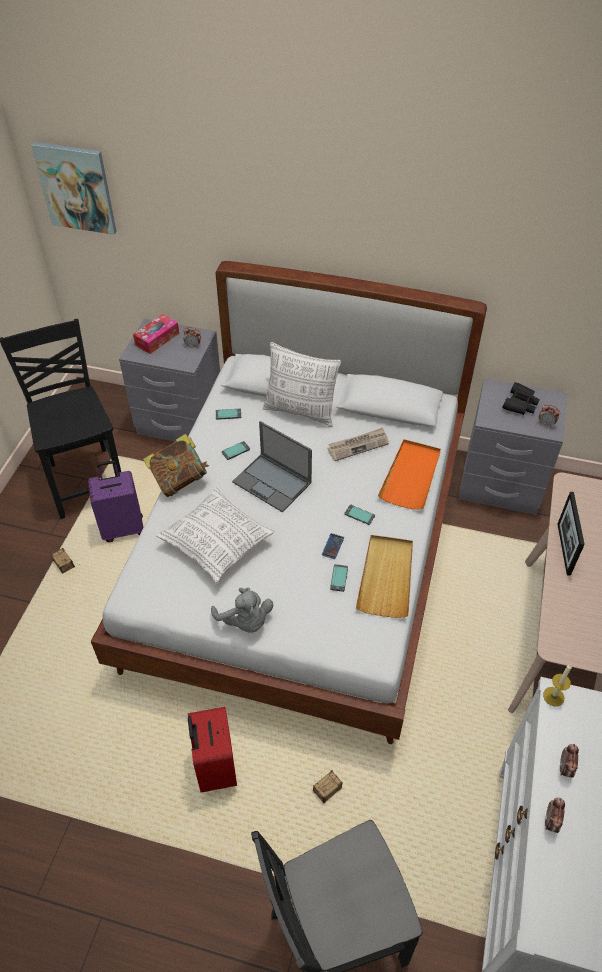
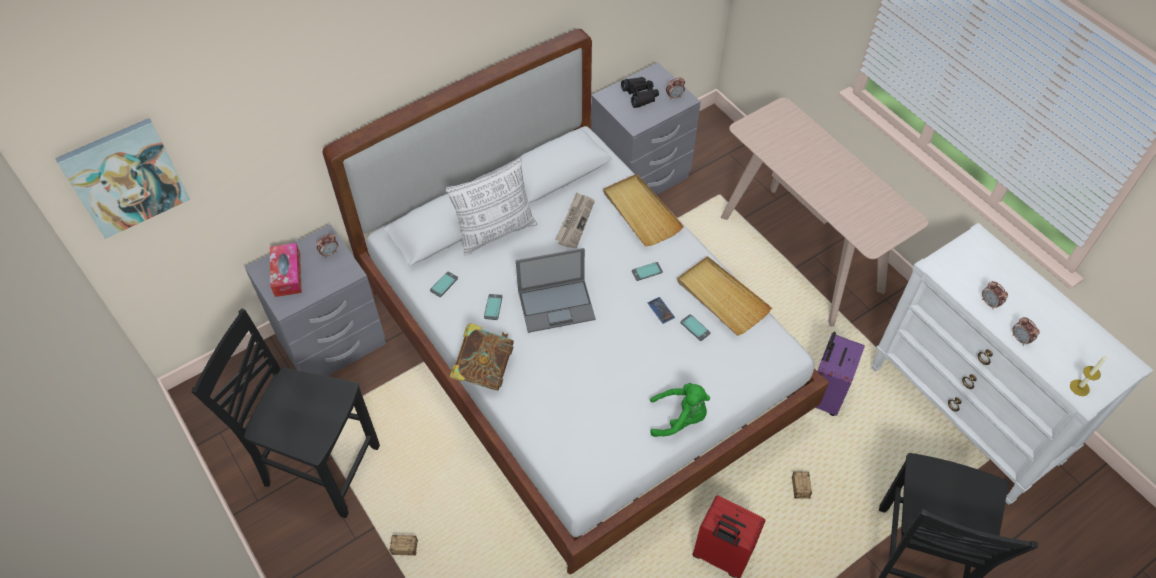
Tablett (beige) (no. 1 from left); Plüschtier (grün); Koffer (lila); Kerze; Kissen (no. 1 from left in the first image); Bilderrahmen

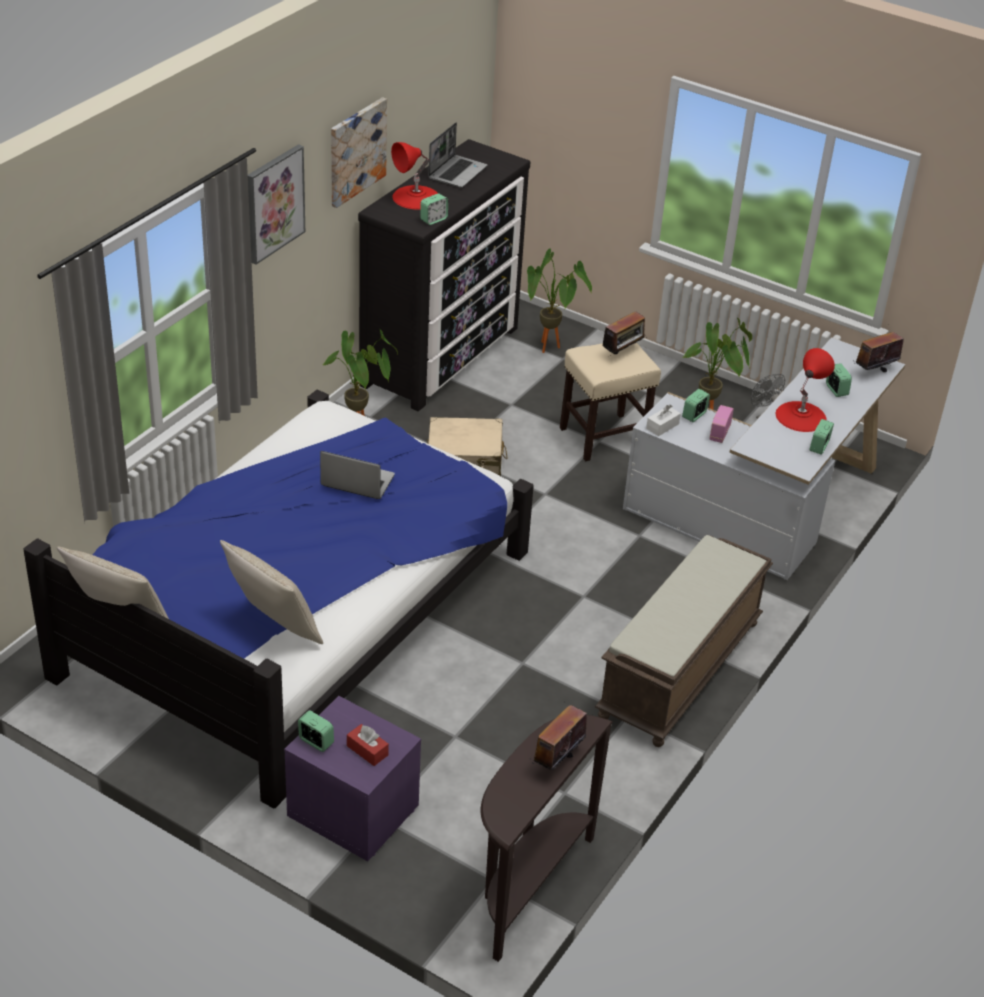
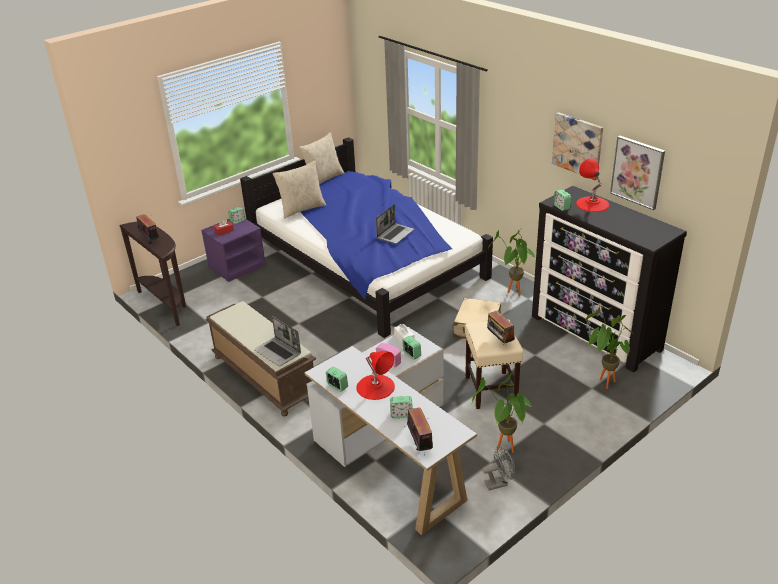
Laptop (no. 1 from left); Bild (no. 2 from left)

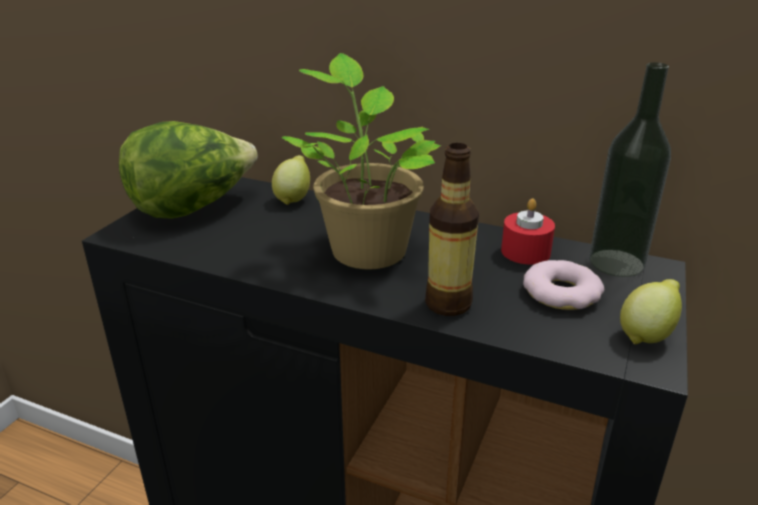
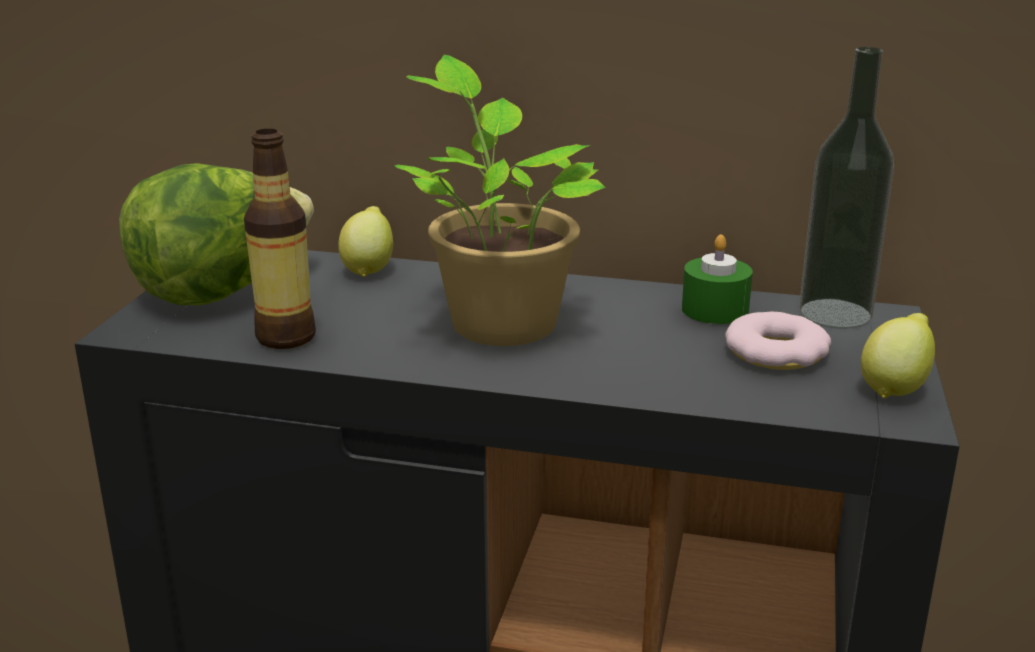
Flasche (no. 1 from left); Kerze (grün)

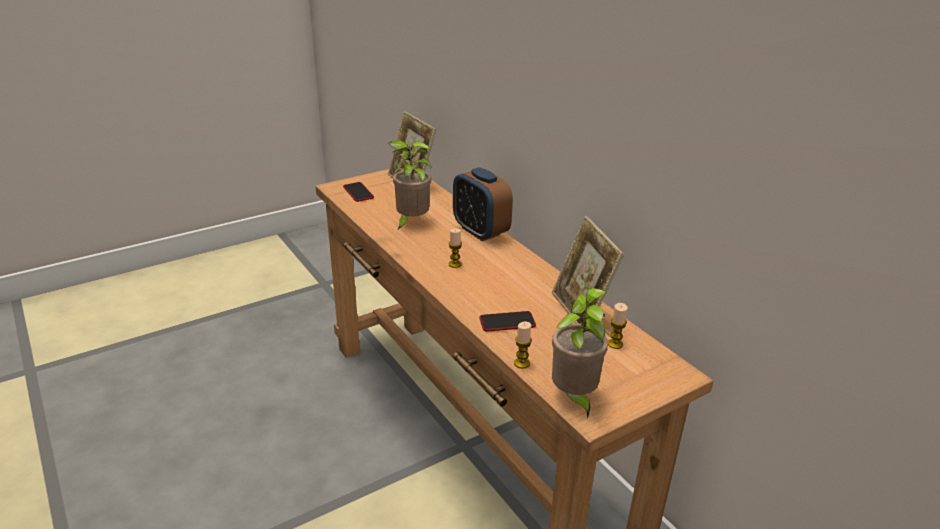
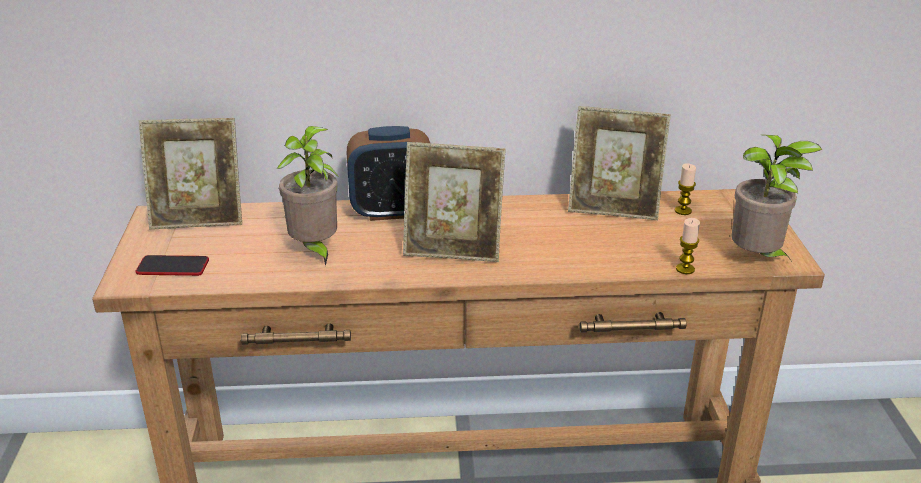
Bilderrahmen (no. 2 from left); Handy (no. 2 from left in the first image)

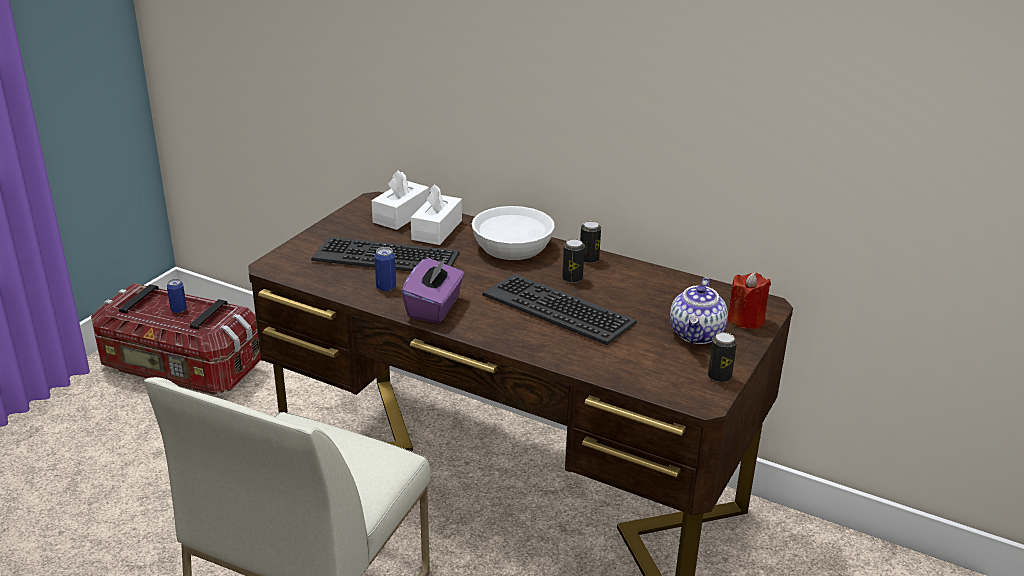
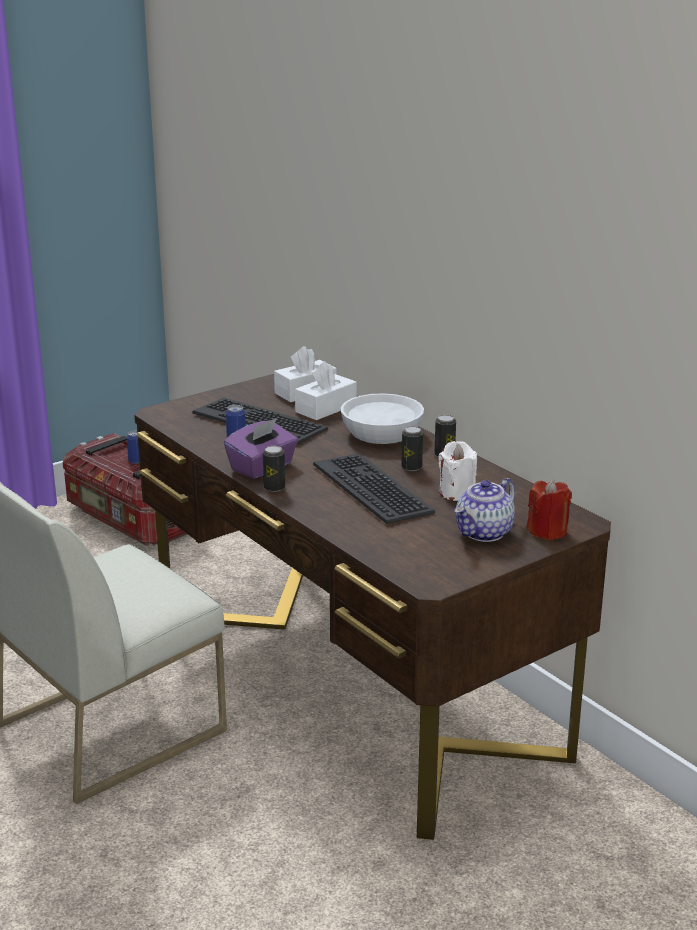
Dose (no. 3 from left); Kerze (weiß)

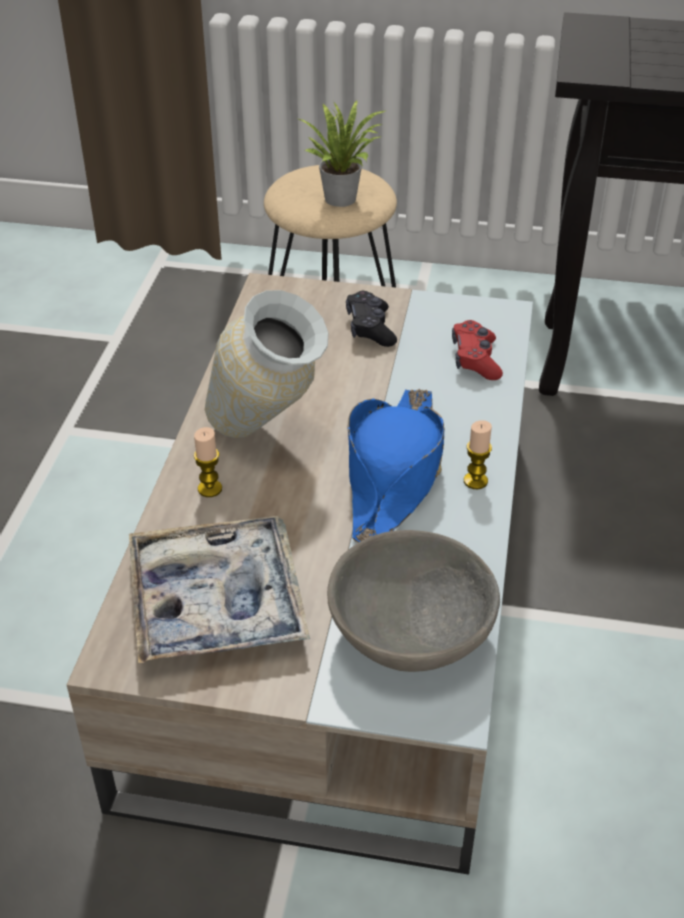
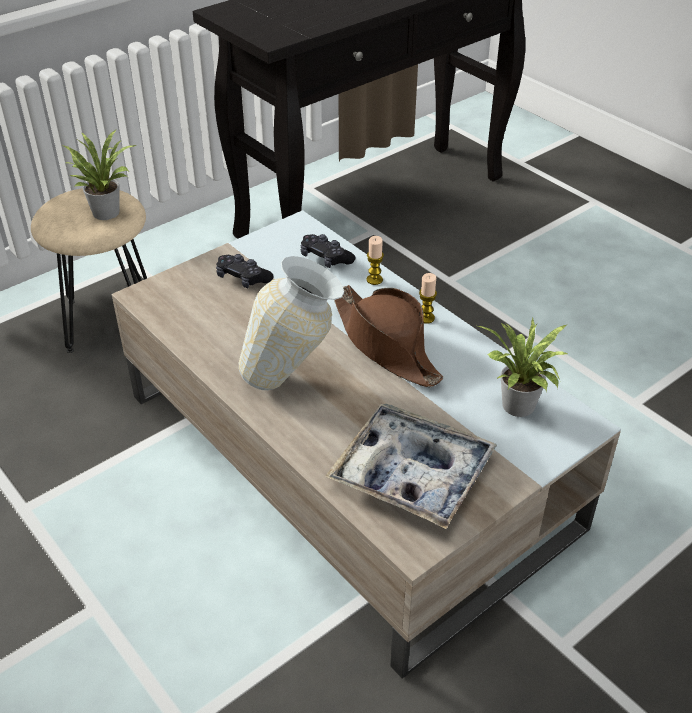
Gamepad (schwarz) (no. 2 from left); Hut (braun); Kerze (no. 1 from left); Topfpflanze (no. 2 from left)

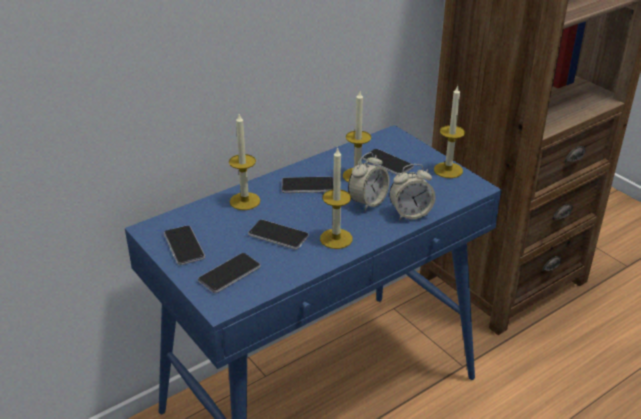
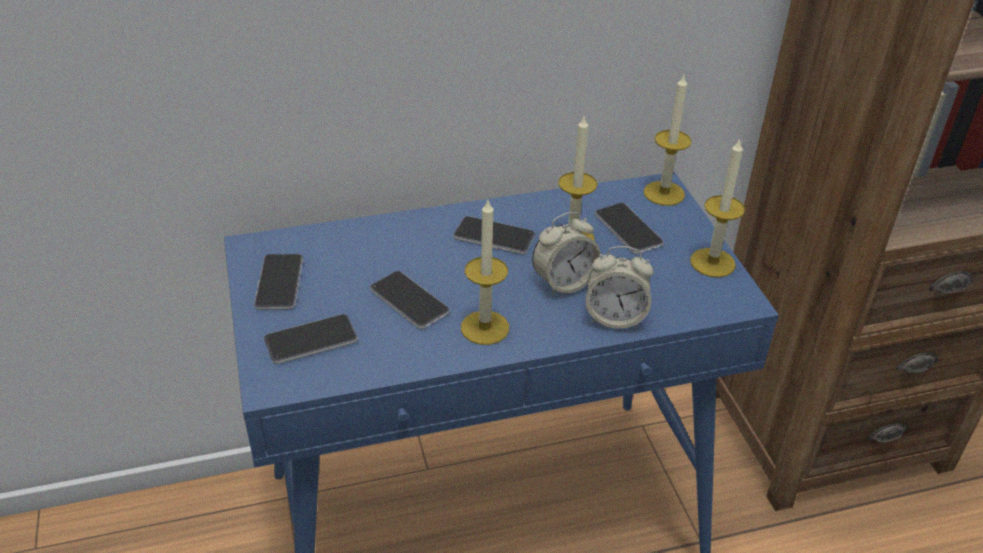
Kerze (no. 3 from left)

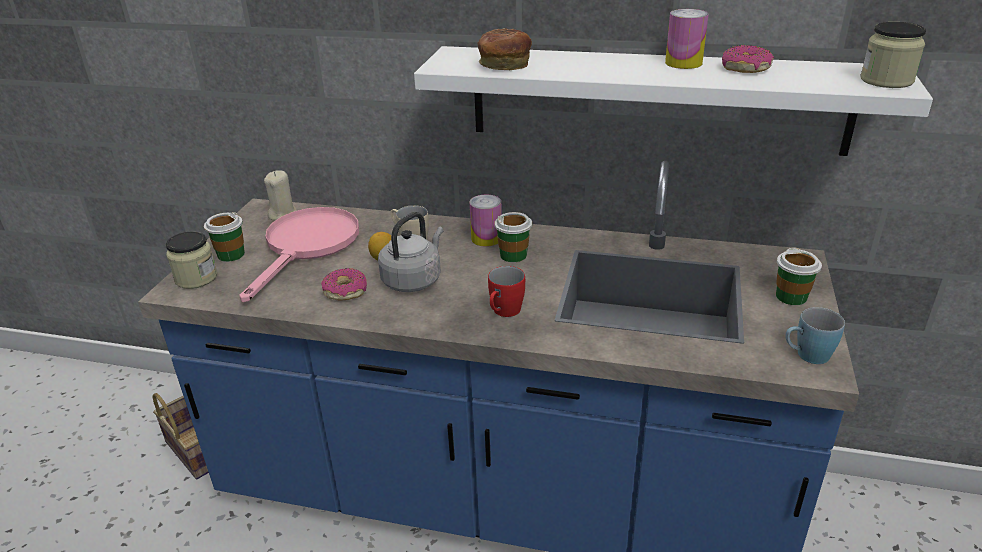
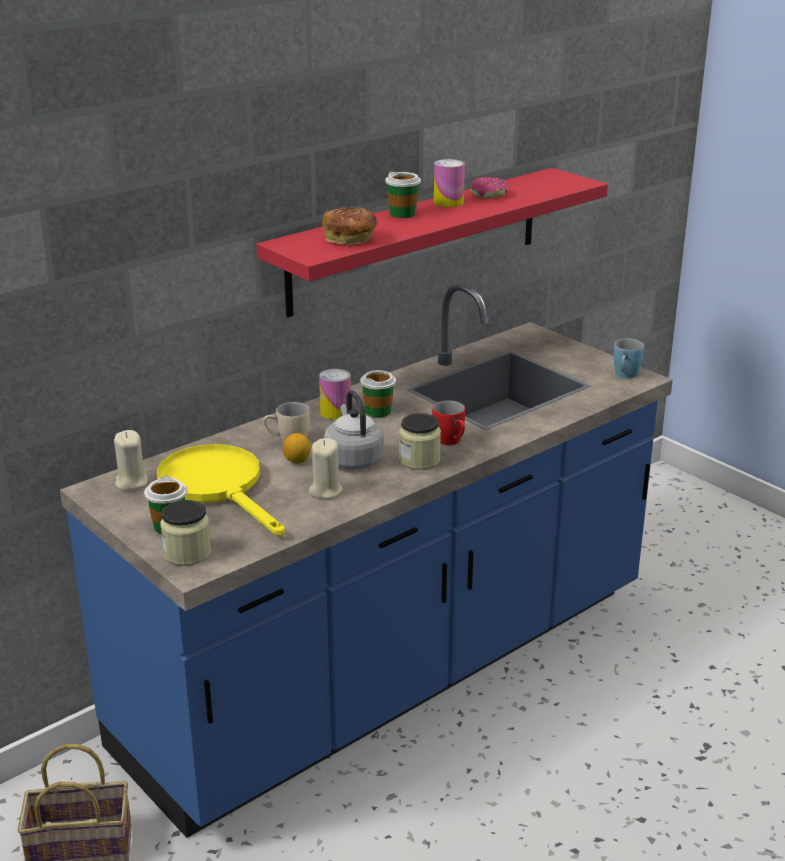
Pfanne (gelb); Wandregal (rot); Kerze (beige) (no. 2 from left); Tasse (no. 3 from left); Vorratsglas (no. 2 from left)

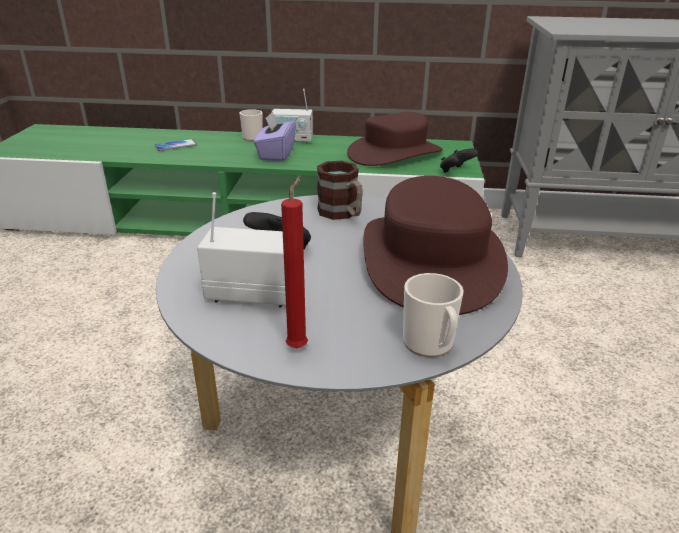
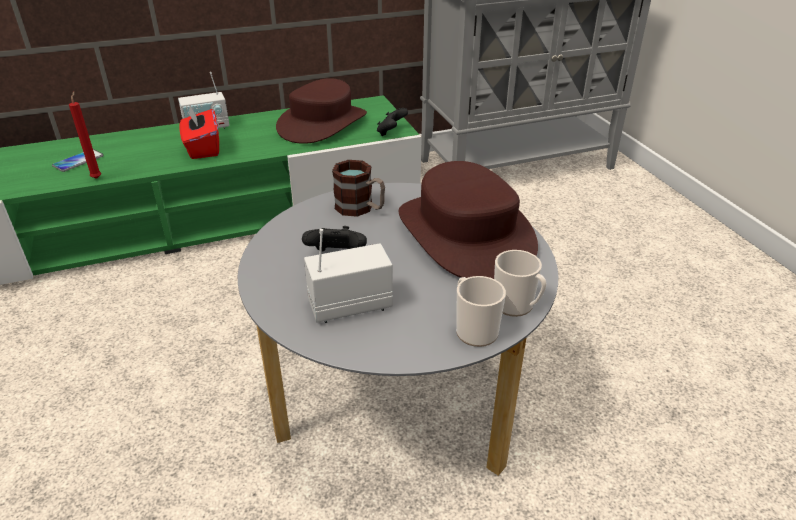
Kerze (rot); Taschentuchbox (rot); Henkelbecher (no. 2 from left)

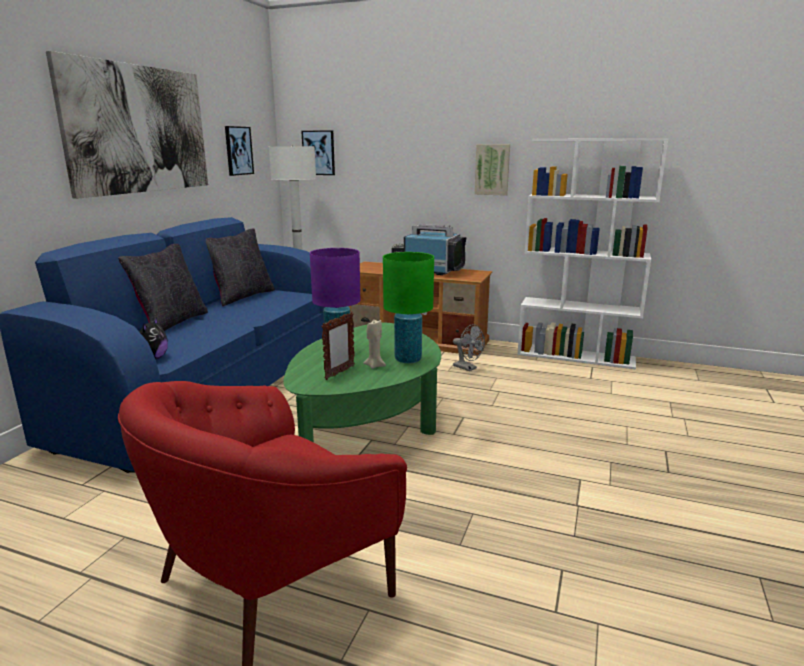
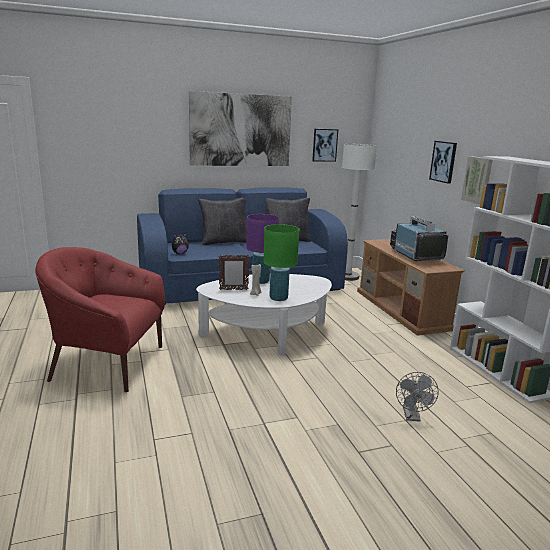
Couchtisch (weiß); Ventilator (grau); Bild (no. 3 from left)

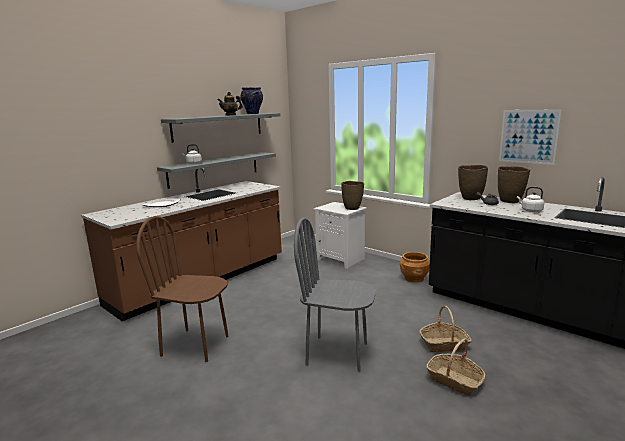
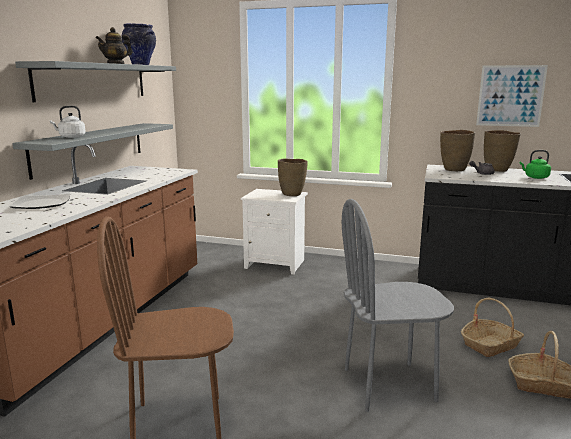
Wasserkessel (grün); Pflanzkübel (braun)

